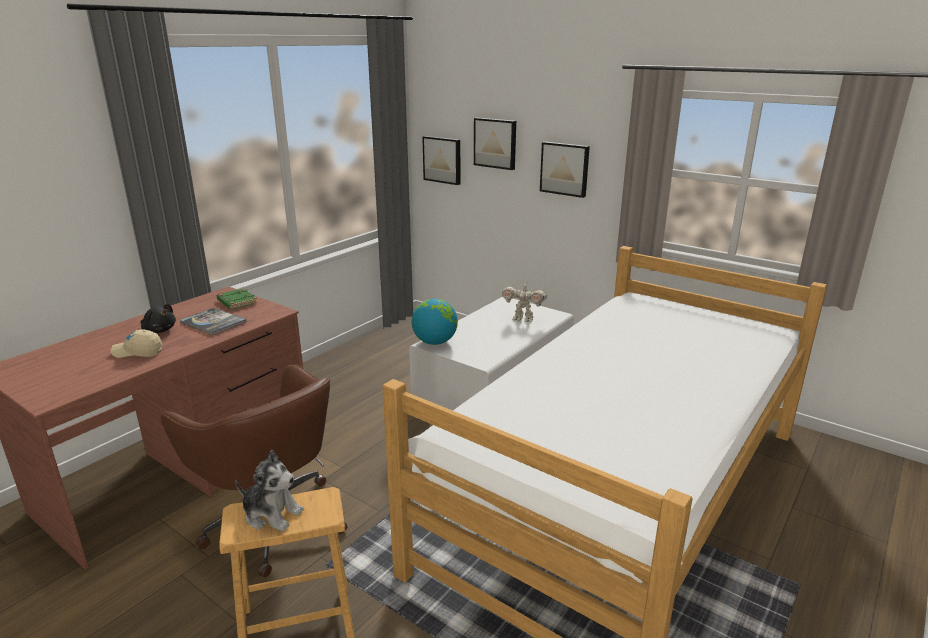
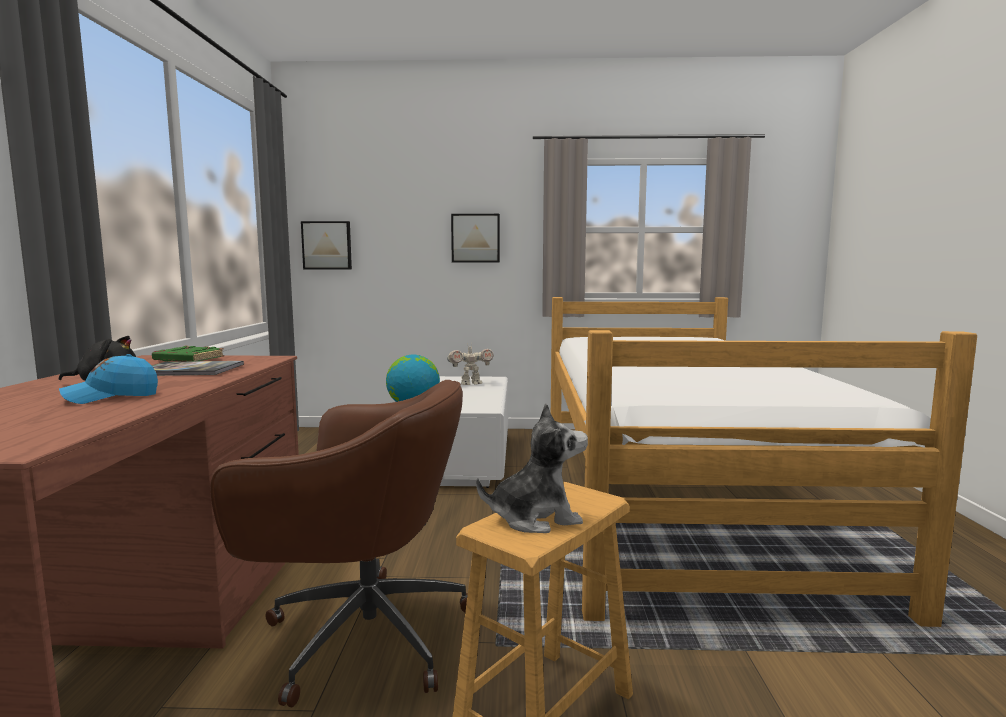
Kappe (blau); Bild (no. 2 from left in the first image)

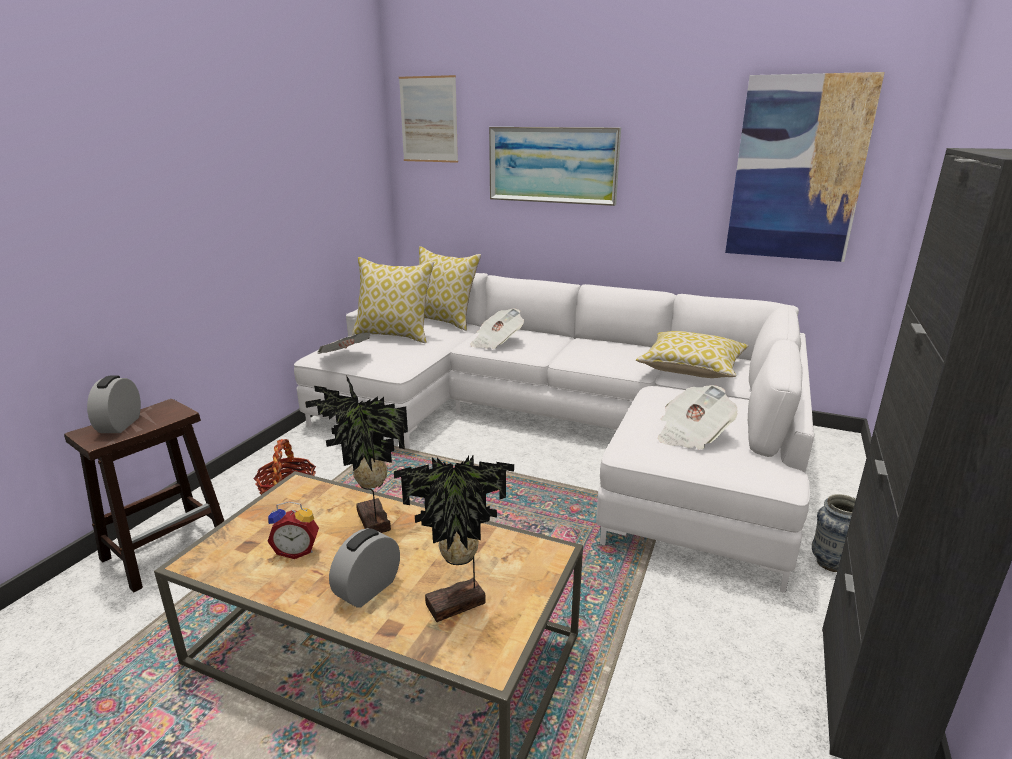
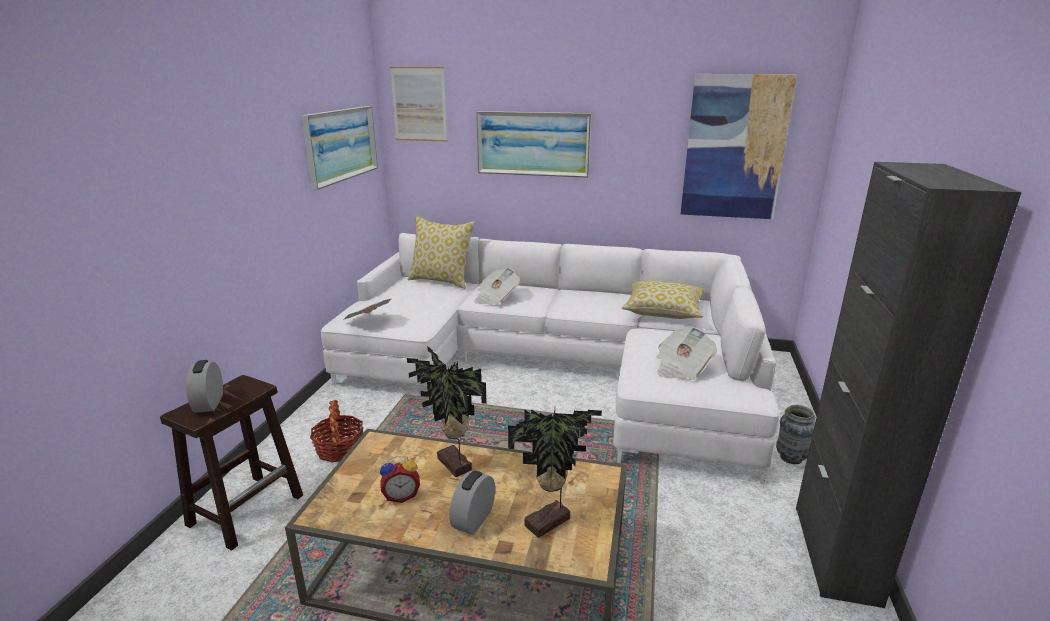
Bild (no. 1 from left); Kissen (no. 1 from left in the first image)

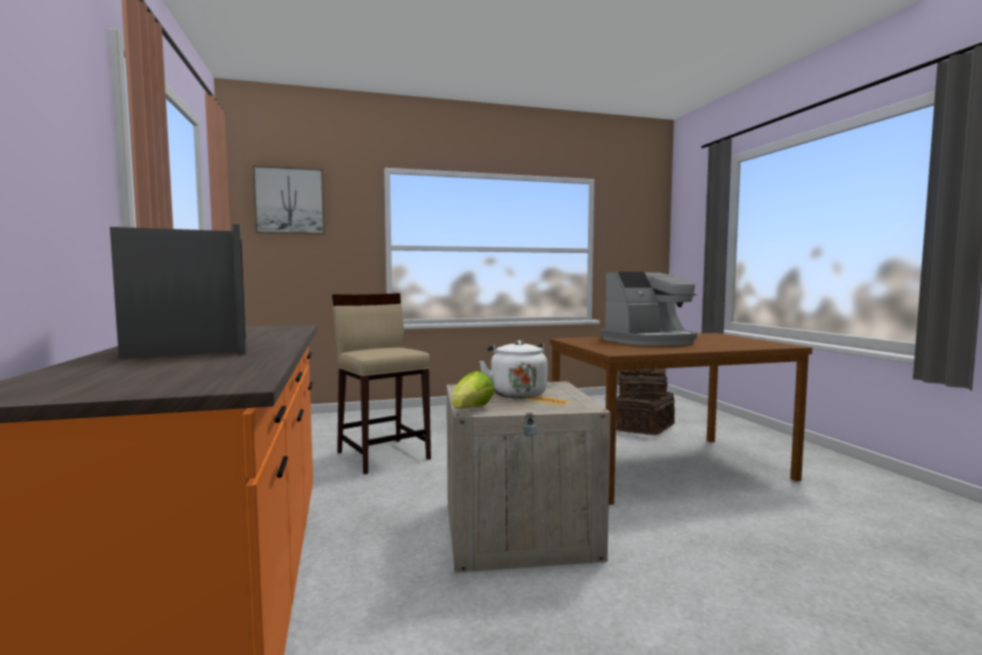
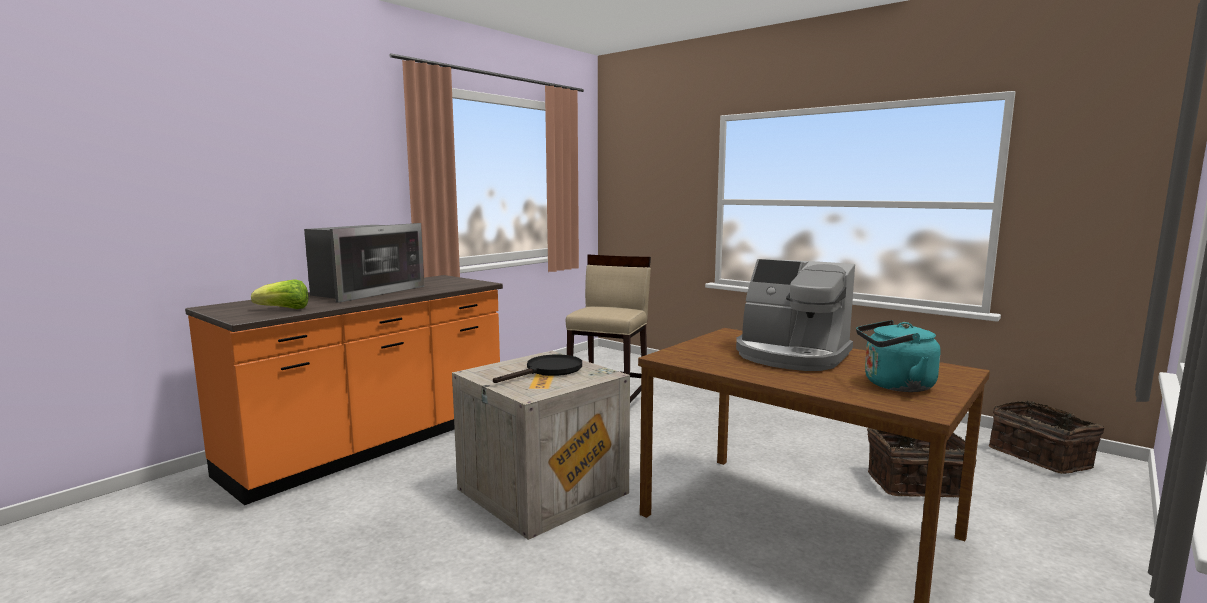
Salatkopf; Pfanne (schwarz); Wasserkessel (türkis); Bild

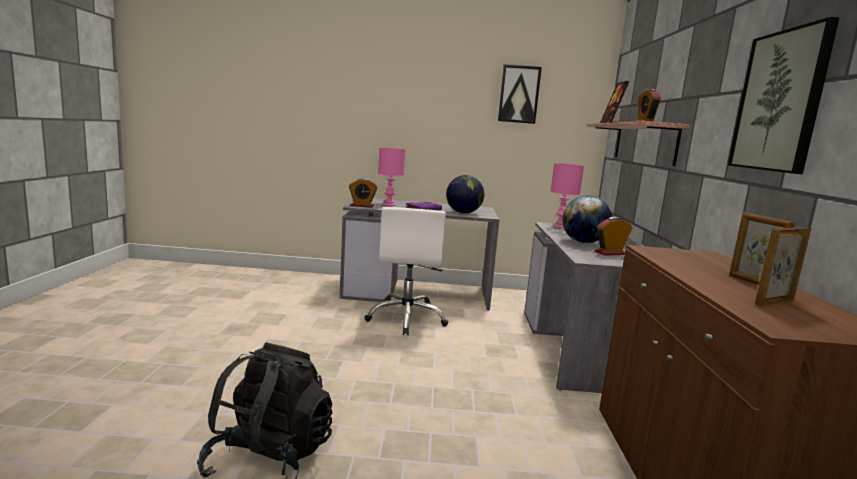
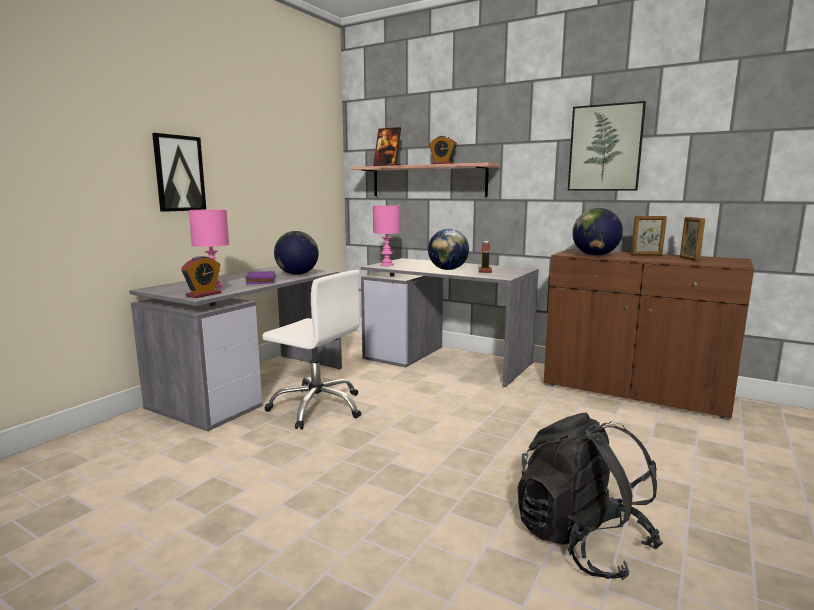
Bild (no. 1 from left); Globus (no. 3 from left)

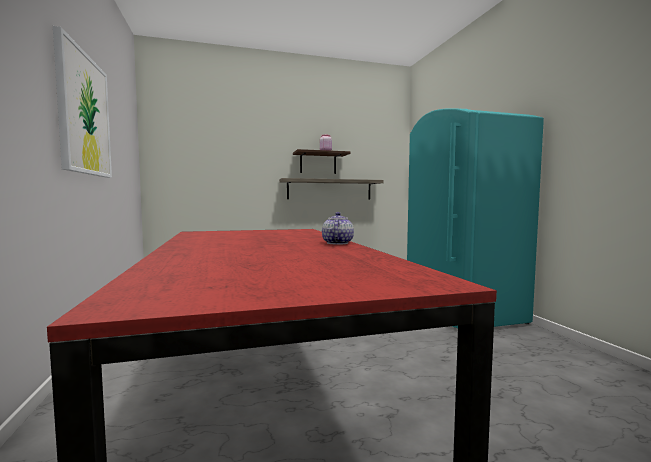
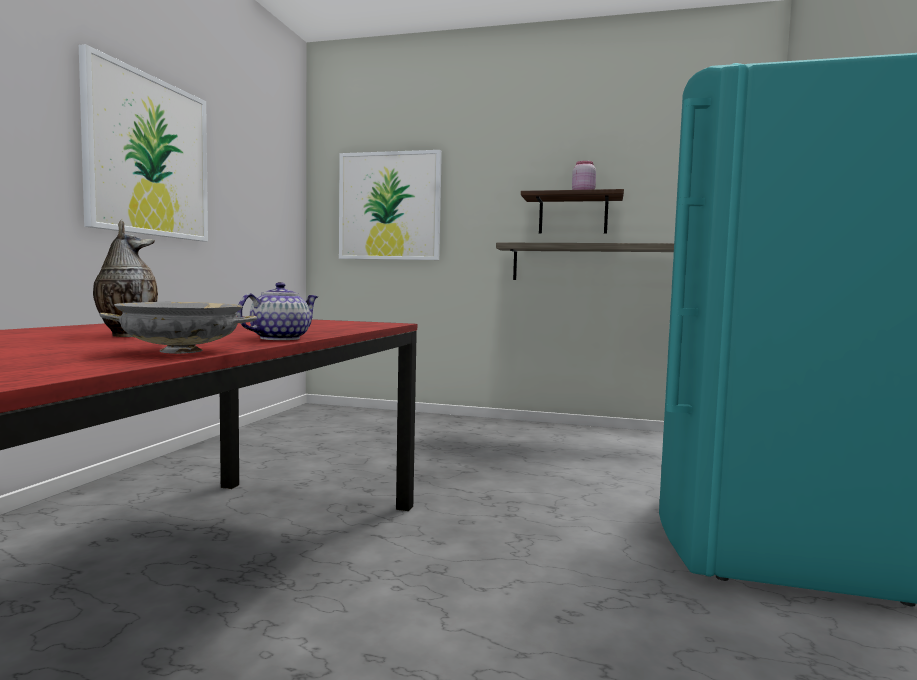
Vase; Schüssel (grau); Bild (no. 2 from left)

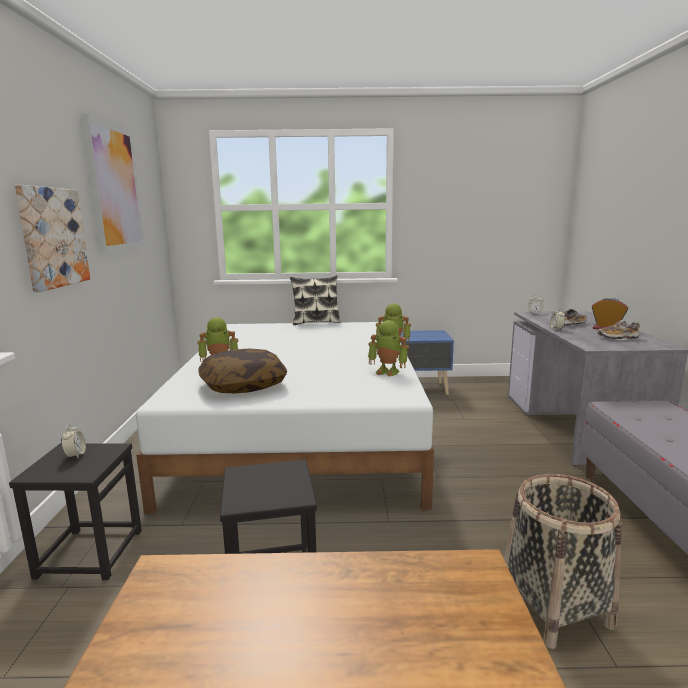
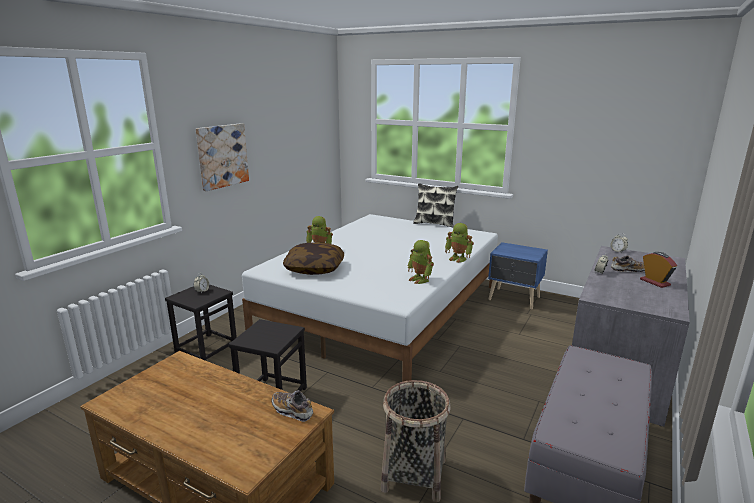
Schuh (no. 1 from left); Bild (no. 2 from left in the first image)

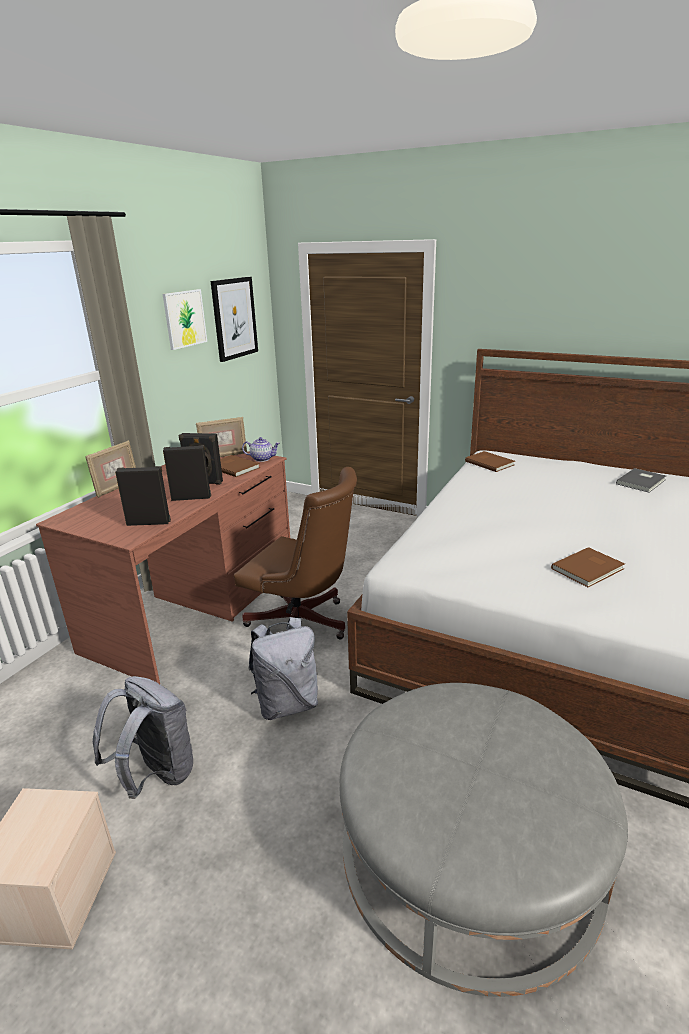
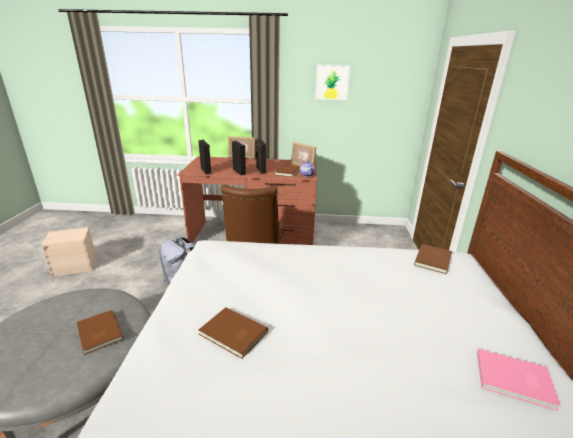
Buch (braun) (no. 1 from left); Buch (rosa); Rucksack (grau) (no. 1 from left in the first image); Bild (no. 2 from left in the first image)

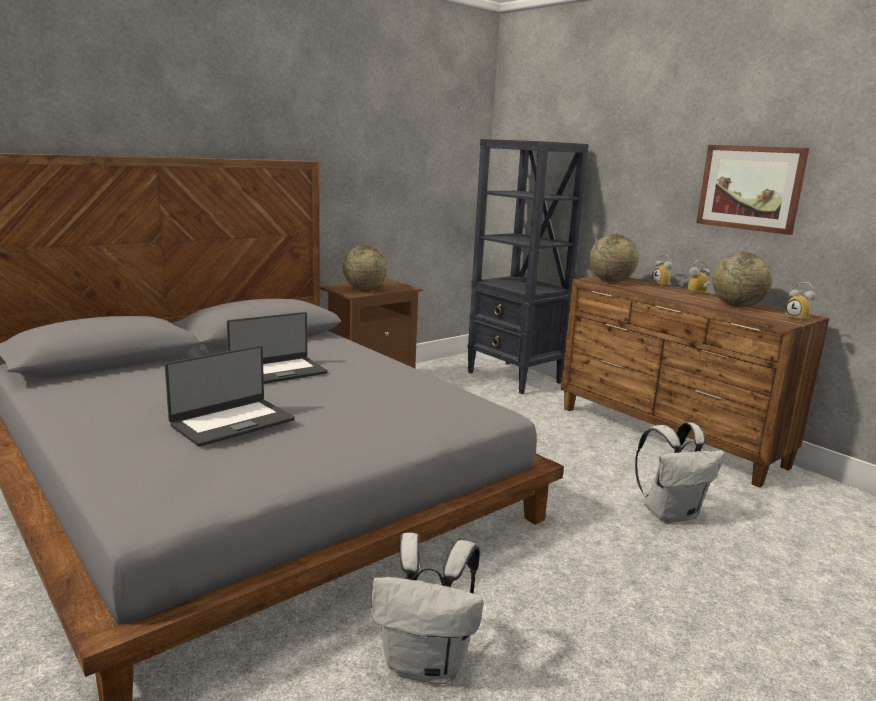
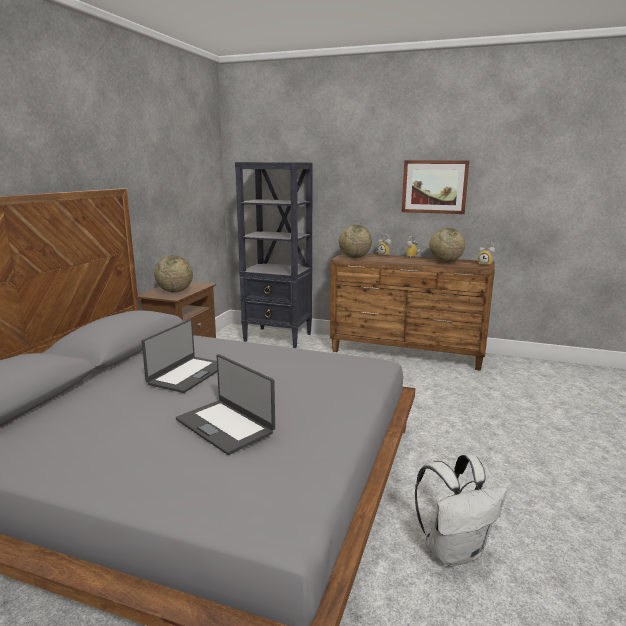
Laptop (no. 2 from left); Rucksack (weiß) (no. 2 from left in the first image)

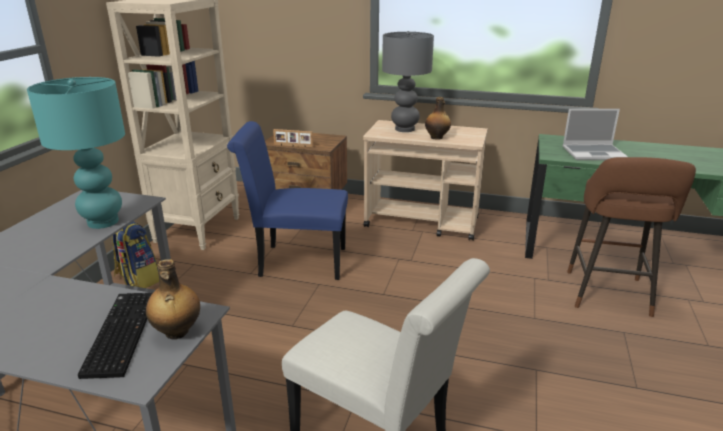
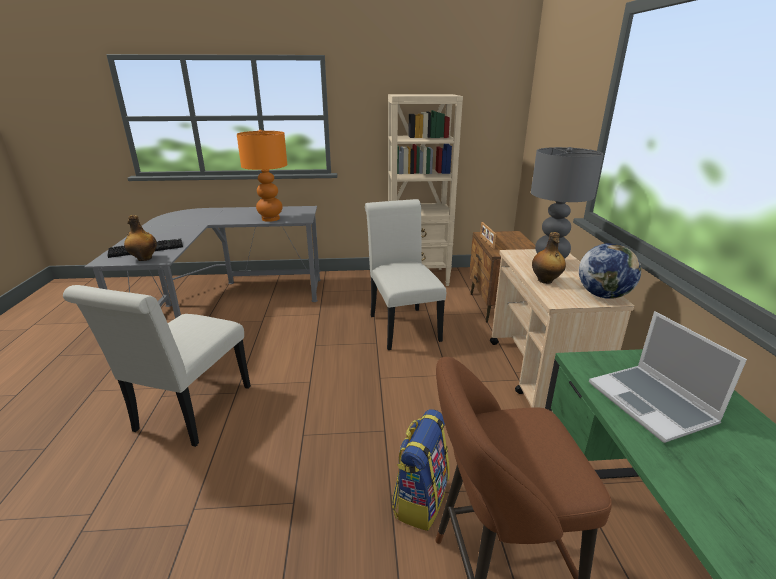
Tischlampe (orange); Stuhl (weiß) (no. 2 from left); Rucksack; Globus

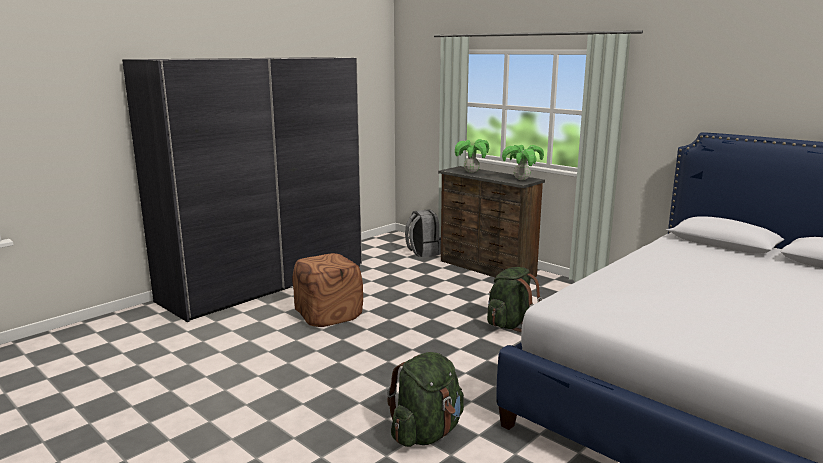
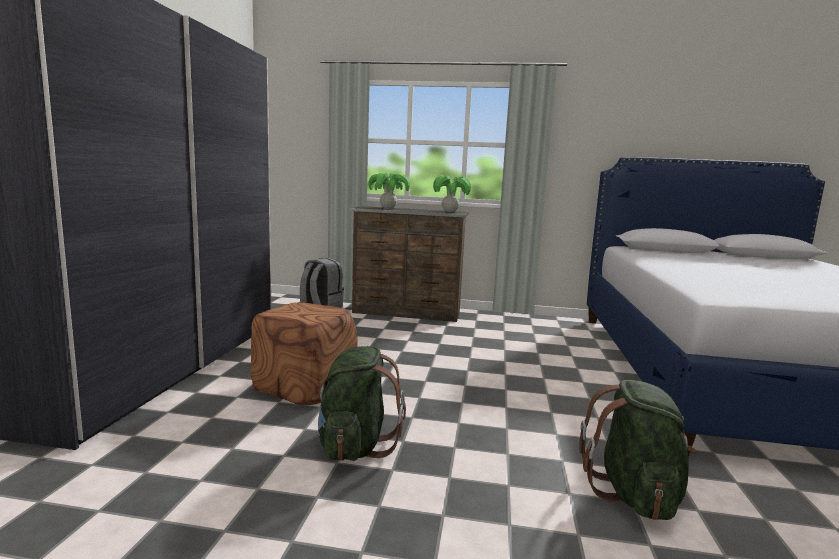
Rucksack (grün) (no. 1 from left)

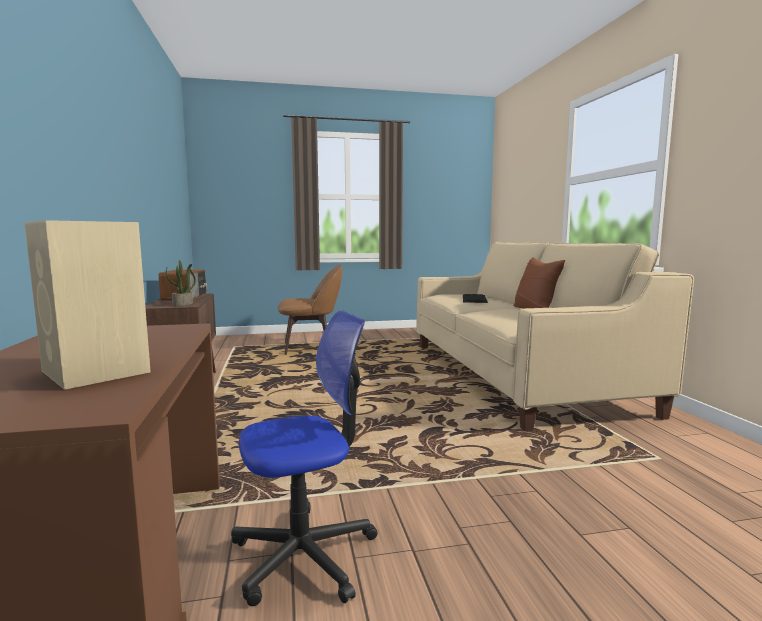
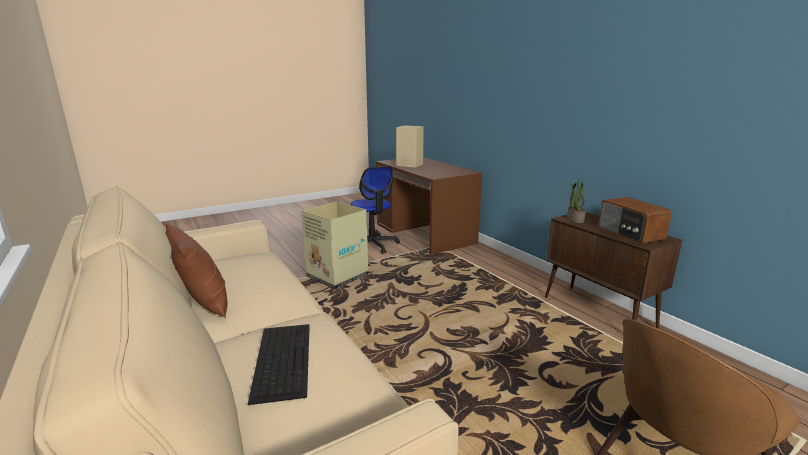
Karton; Bürostuhl

